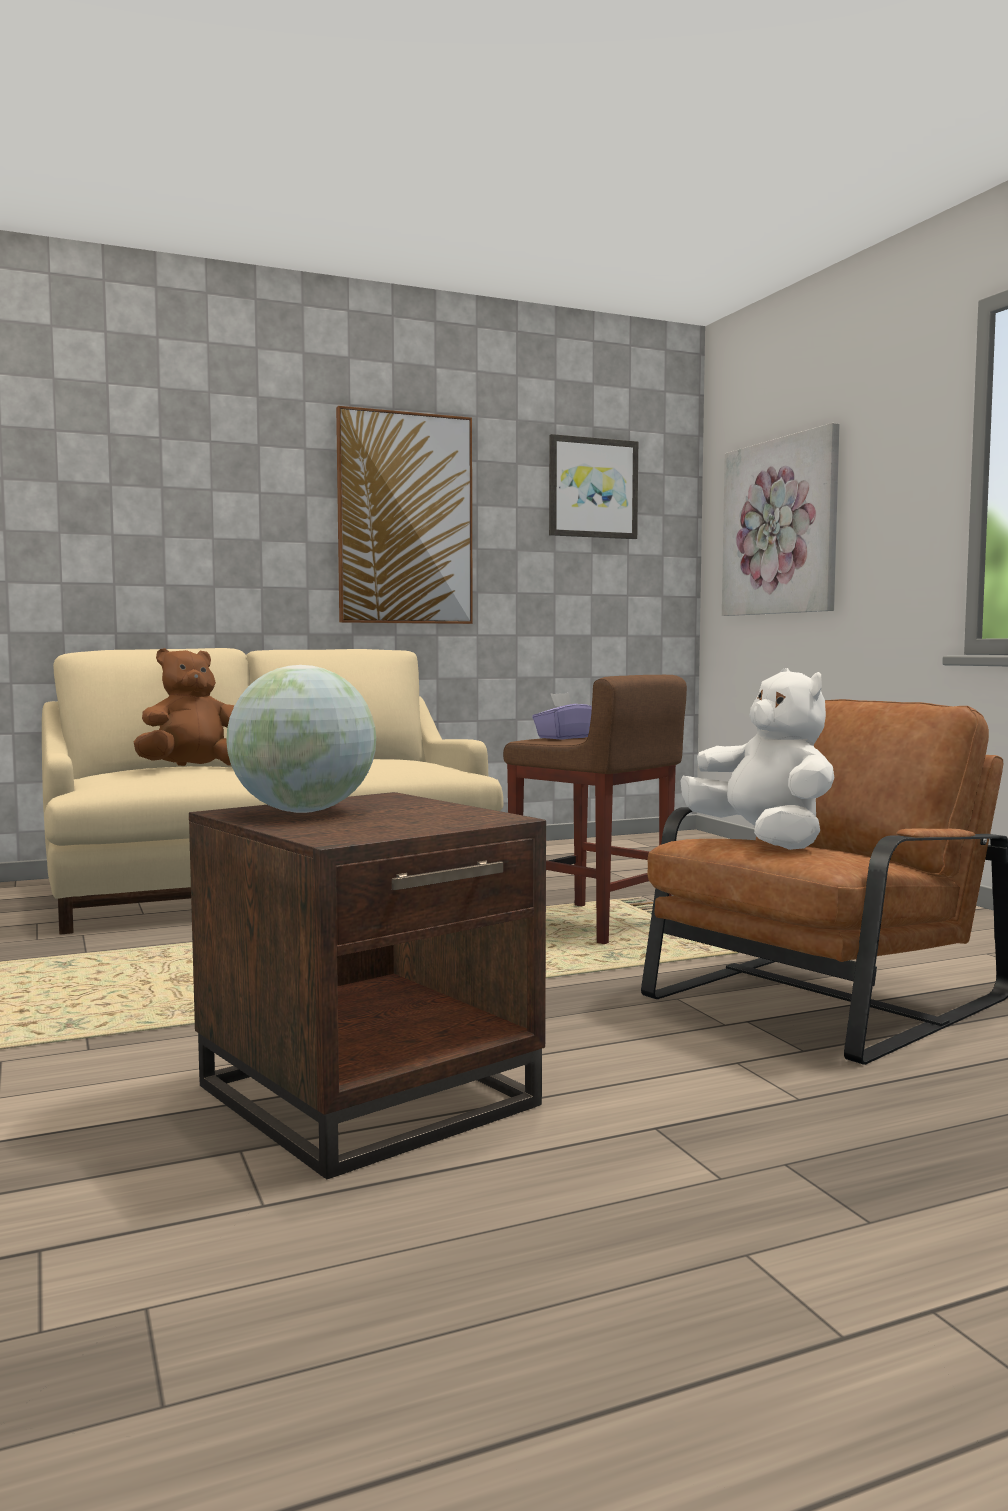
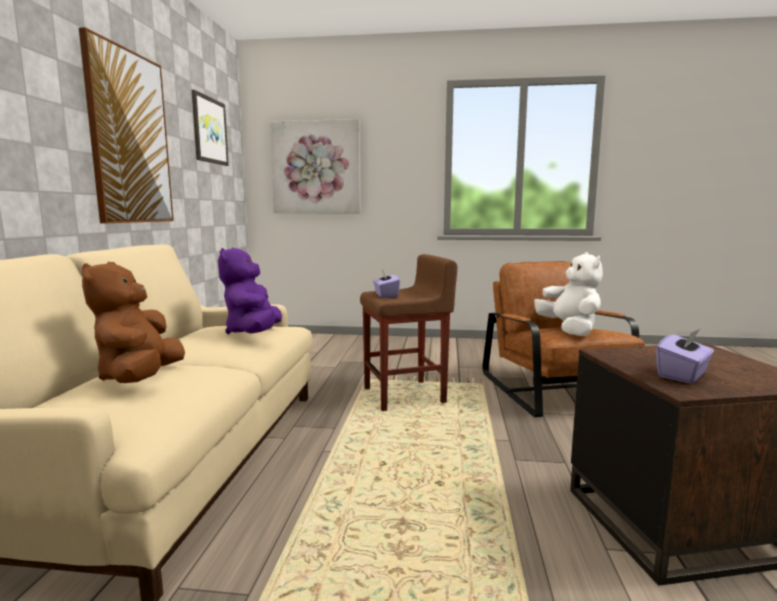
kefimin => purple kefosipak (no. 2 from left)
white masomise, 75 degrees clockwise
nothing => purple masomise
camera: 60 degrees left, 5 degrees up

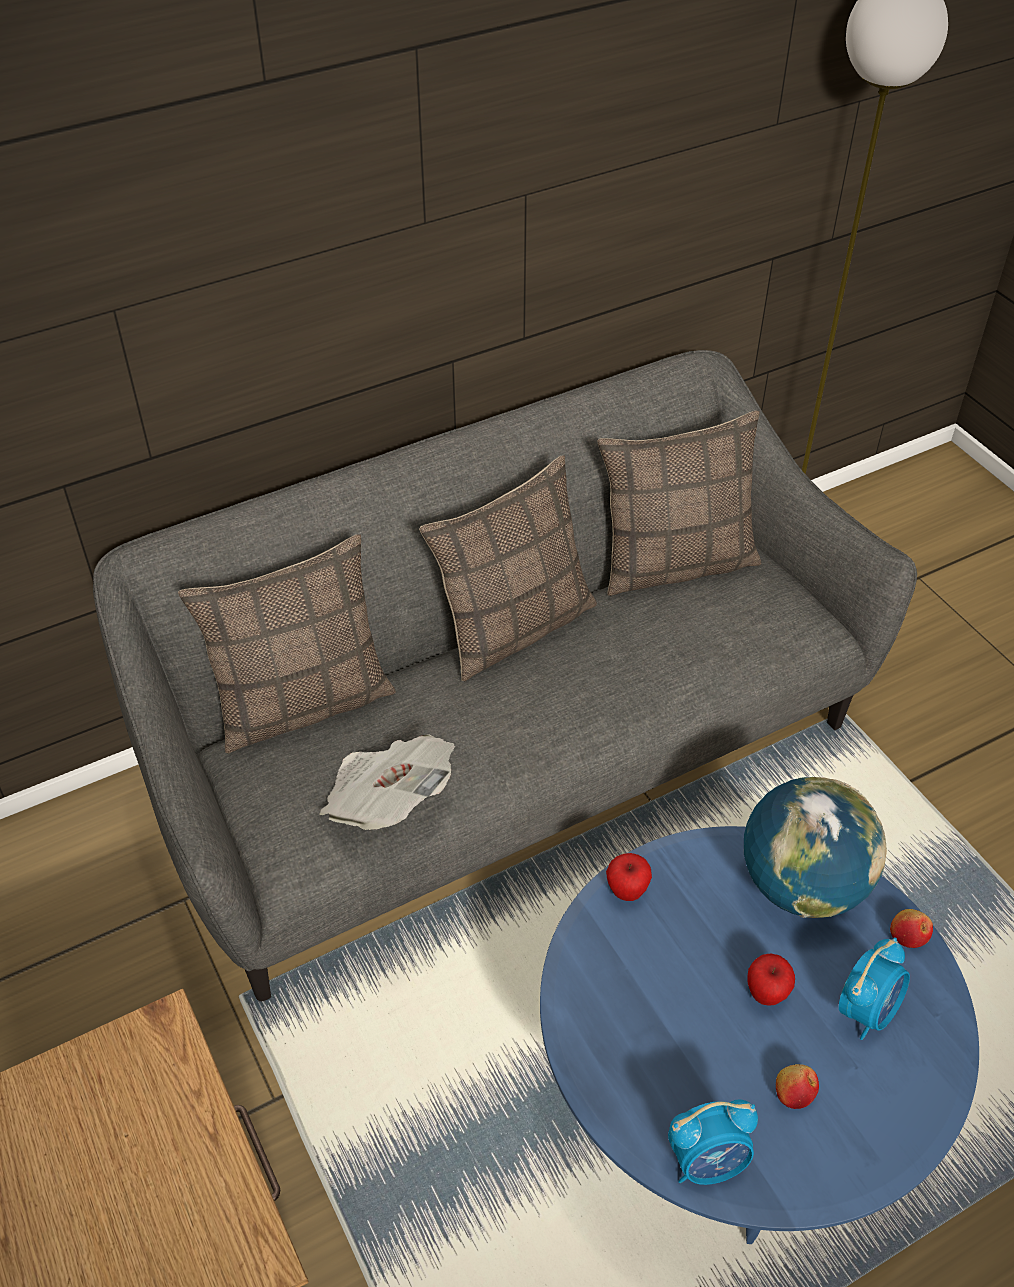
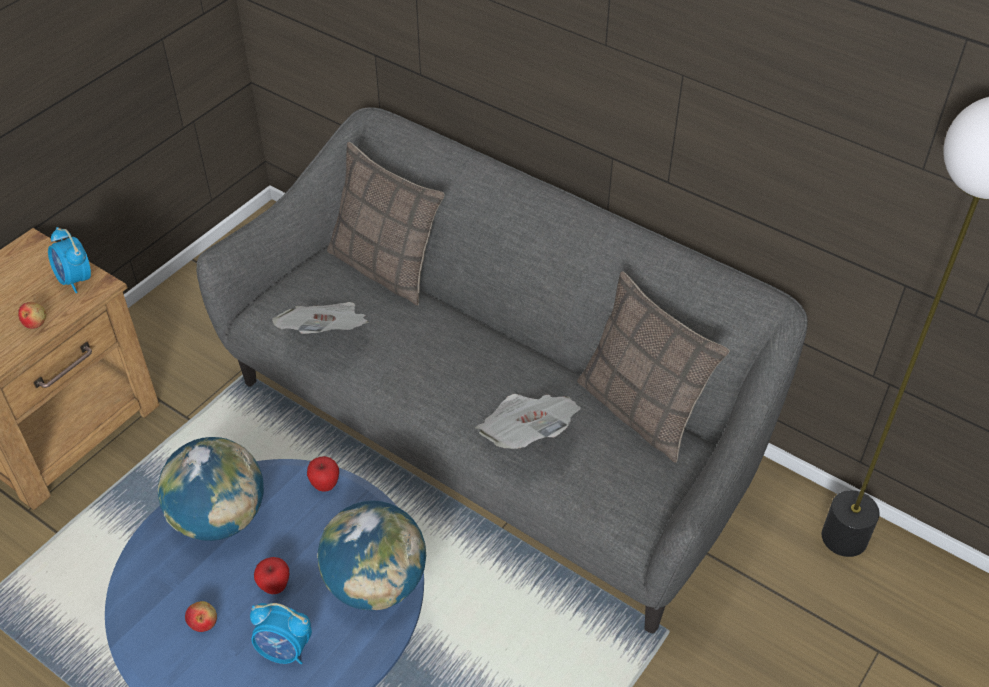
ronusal (no. 2 from left) => nothing
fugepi (no. 1 from left), relocated
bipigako (no. 4 from left in the first image) => bipigako (no. 1 from left), relocated
nothing => kefimin (no. 1 from left)
nothing => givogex (no. 2 from left)
camera: 65 degrees right, 0 degrees up

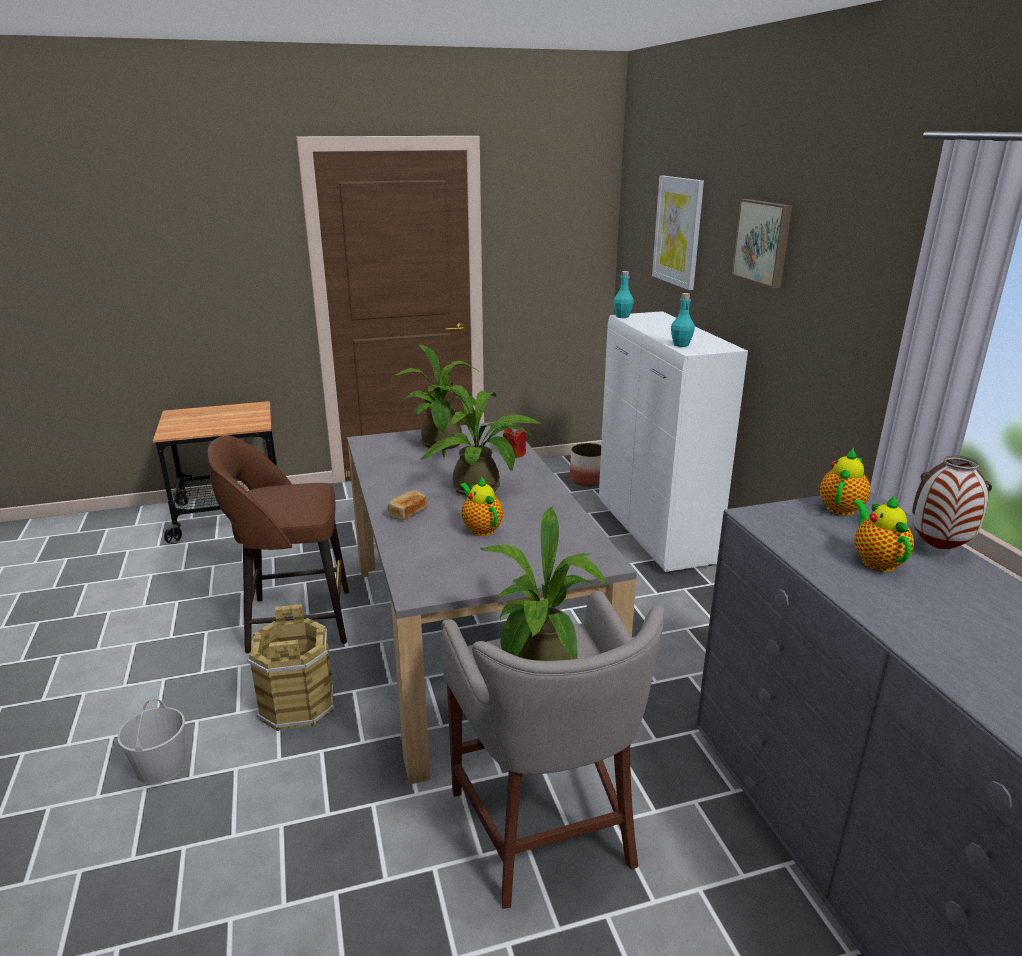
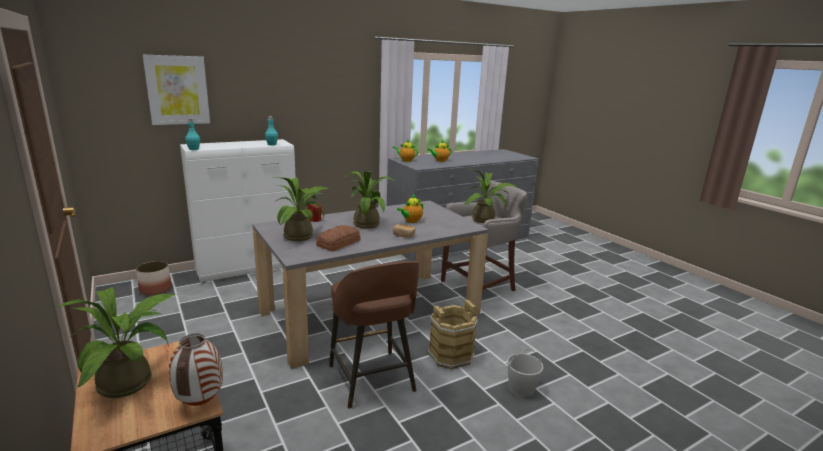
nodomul (no. 2 from left) => nothing
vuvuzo, relocated
nothing => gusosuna (no. 1 from left)
nothing => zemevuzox (no. 1 from left)
camera: 105 degrees left, 5 degrees down

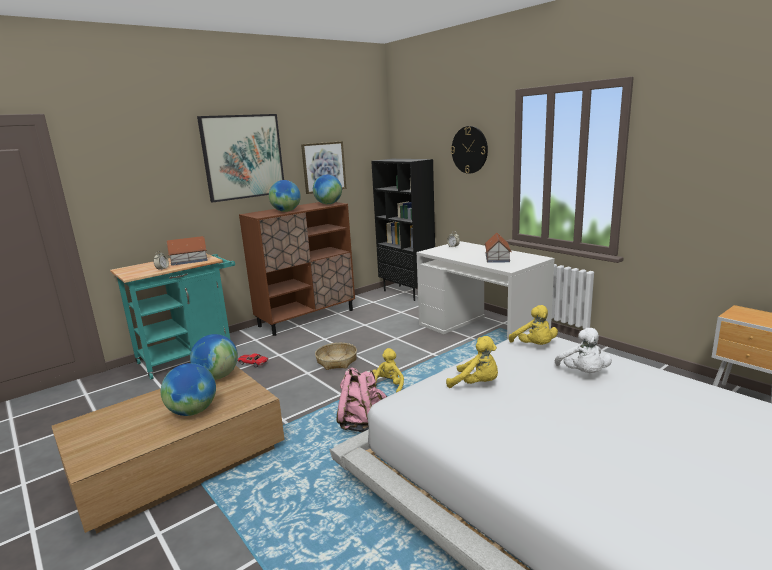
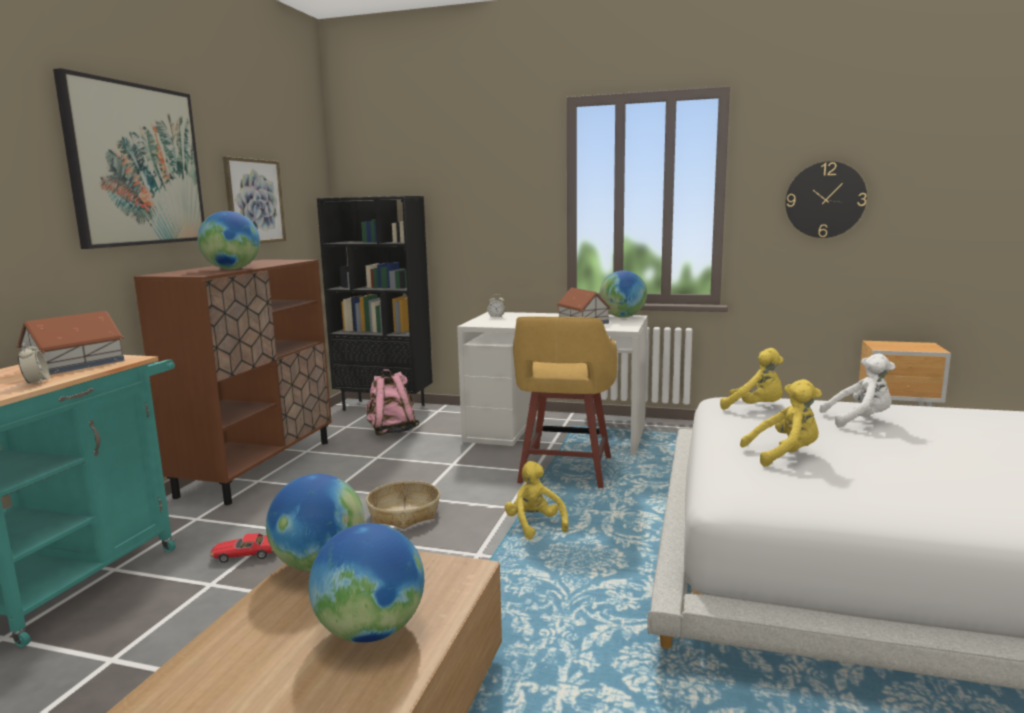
kefimin (no. 4 from left), relocated
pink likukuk, relocated
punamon, relocated
white masomise, 45 degrees counterclockwise
nothing => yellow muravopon
camera: 35 degrees left, 5 degrees down

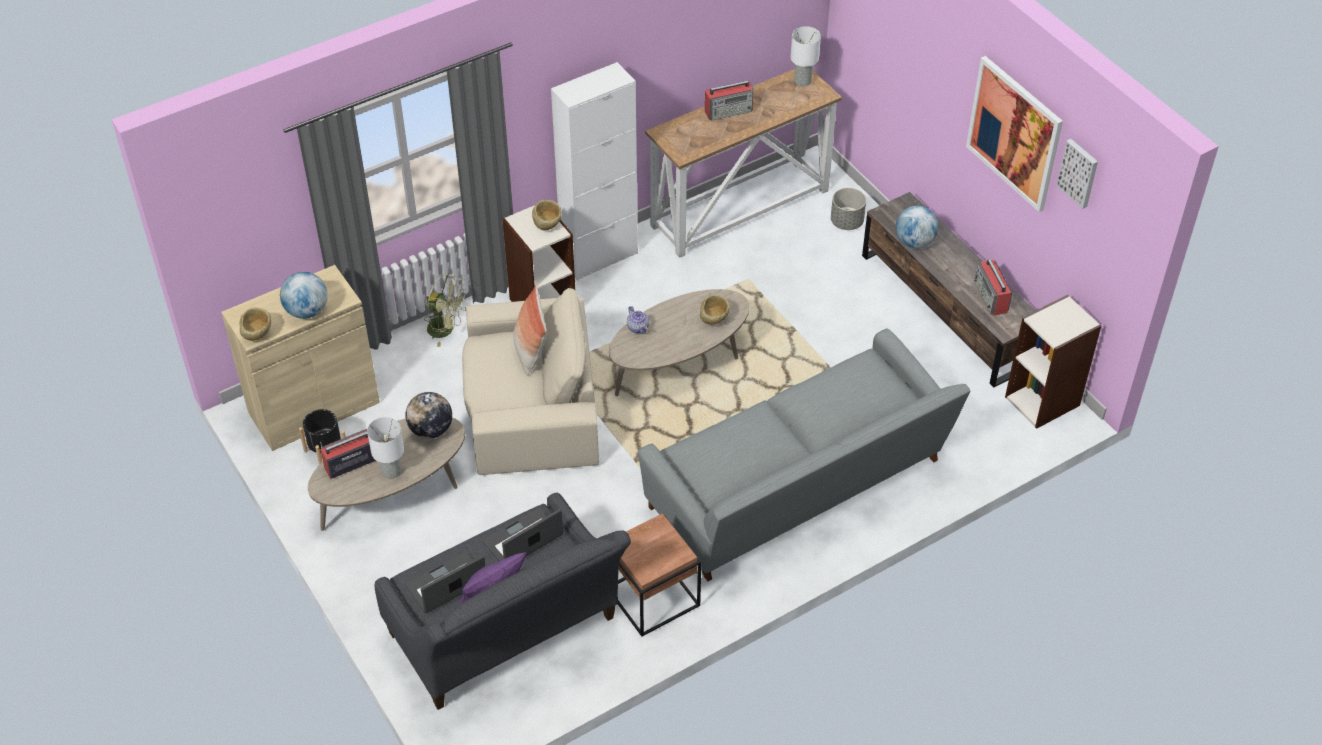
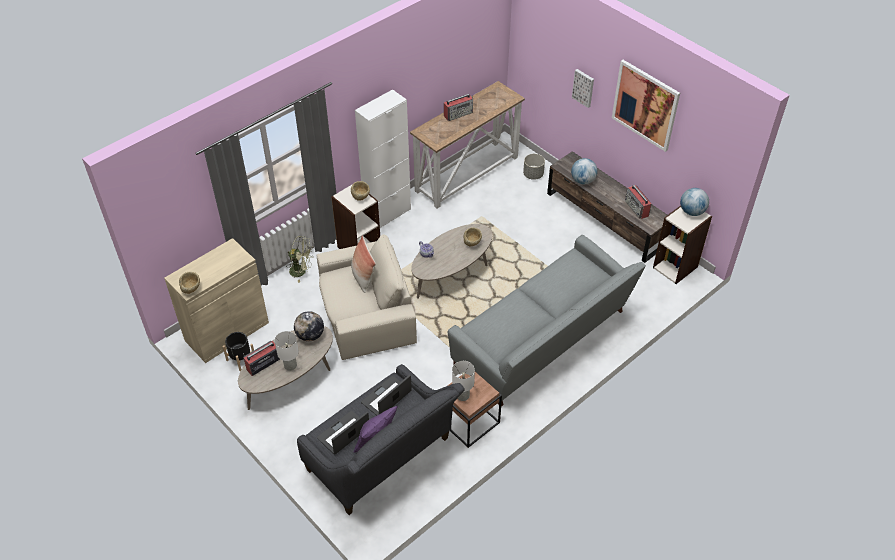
kefimin (no. 1 from left in the first image) => kefimin (no. 3 from left), relocated
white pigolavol (no. 2 from left), relocated
nodomul (no. 2 from left in the first image) => nodomul (no. 1 from left), relocated
camera: 10 degrees left, 0 degrees up

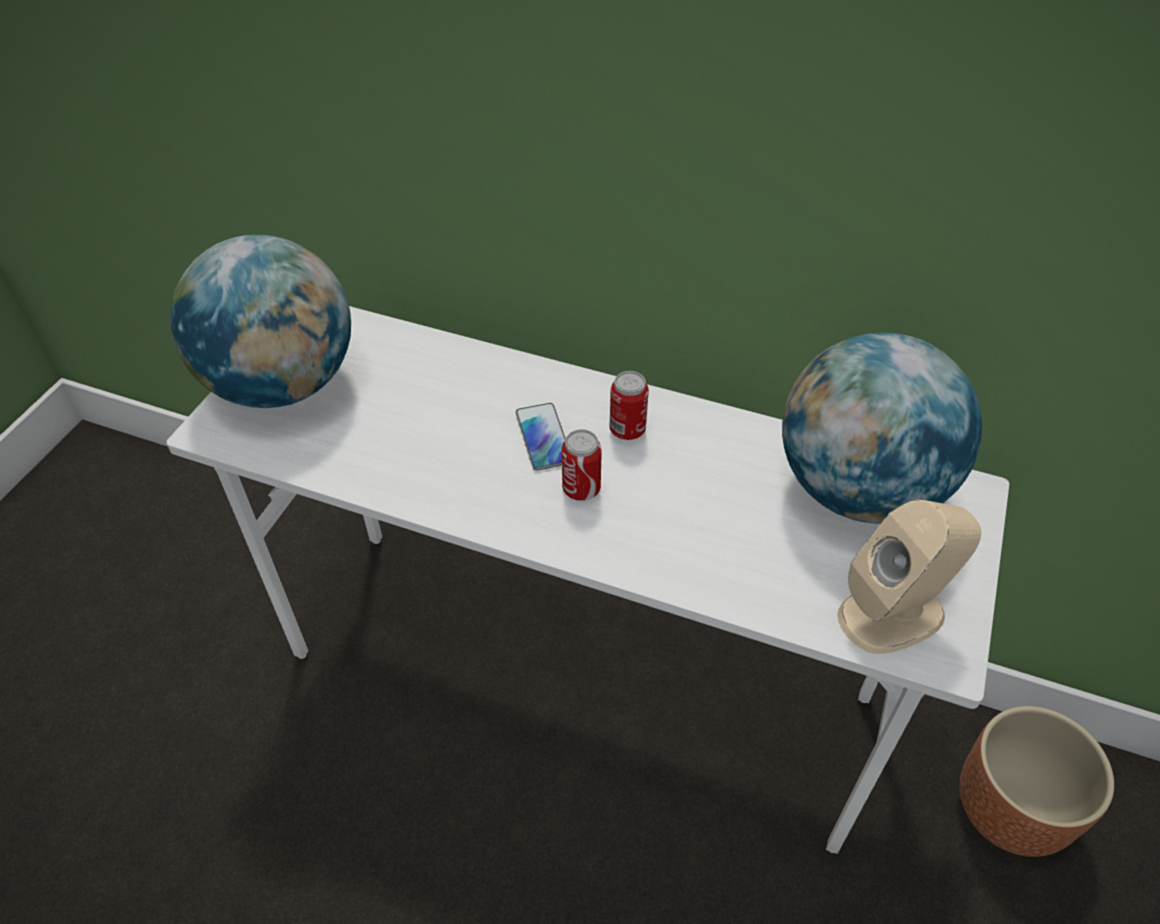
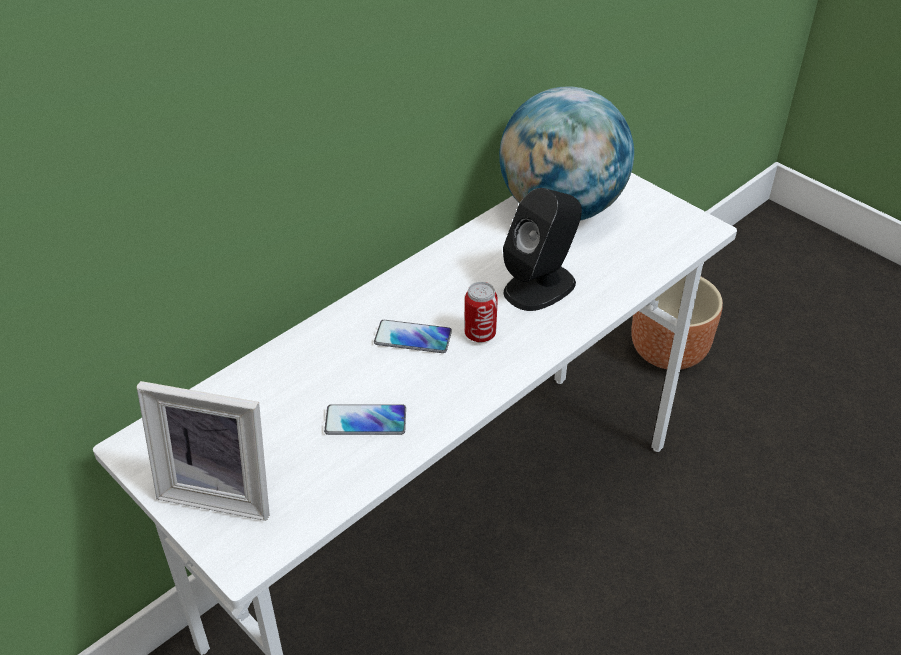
kefimin (no. 1 from left) => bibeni
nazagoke (no. 2 from left) => nothing
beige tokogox => nothing
nothing => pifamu (no. 1 from left)
nothing => black tokogox
camera: 65 degrees left, 5 degrees down

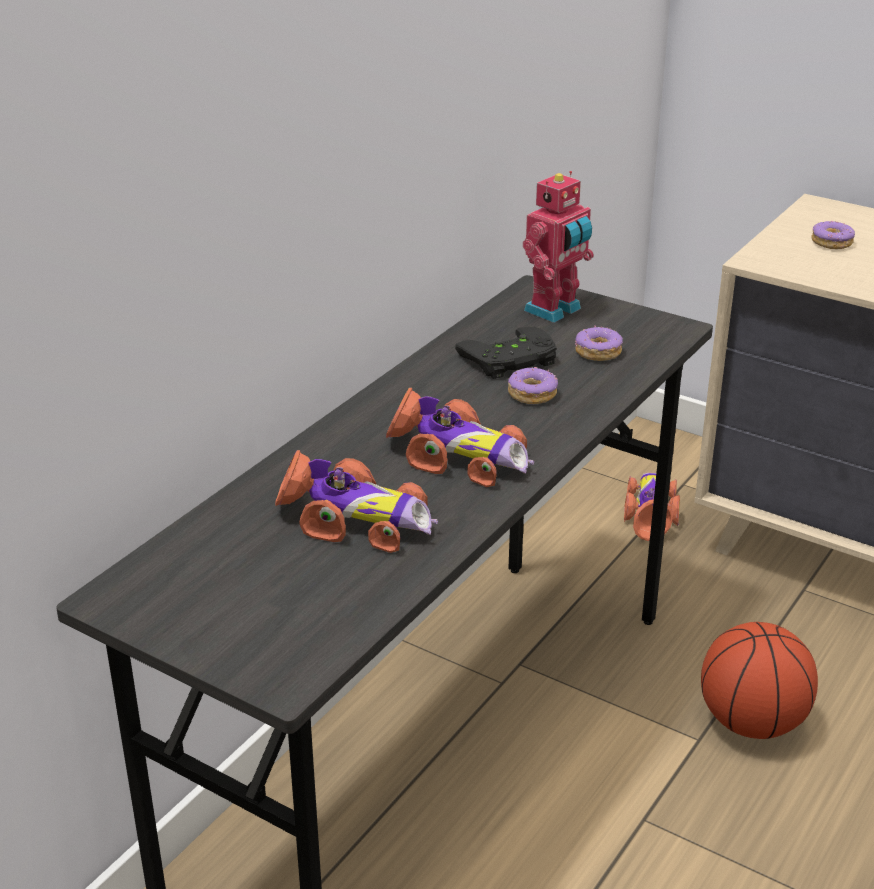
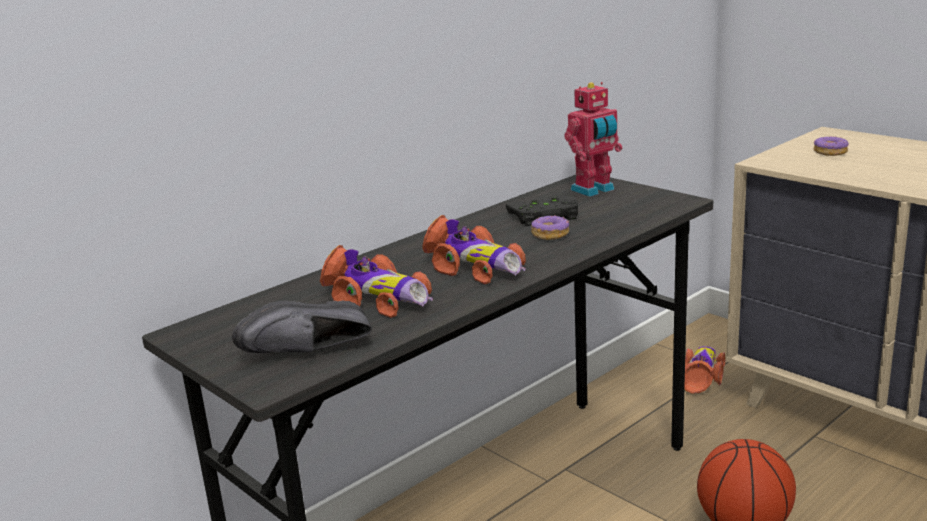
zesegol (no. 2 from left) => nothing
nothing => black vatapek
camera: 15 degrees right, 10 degrees down

